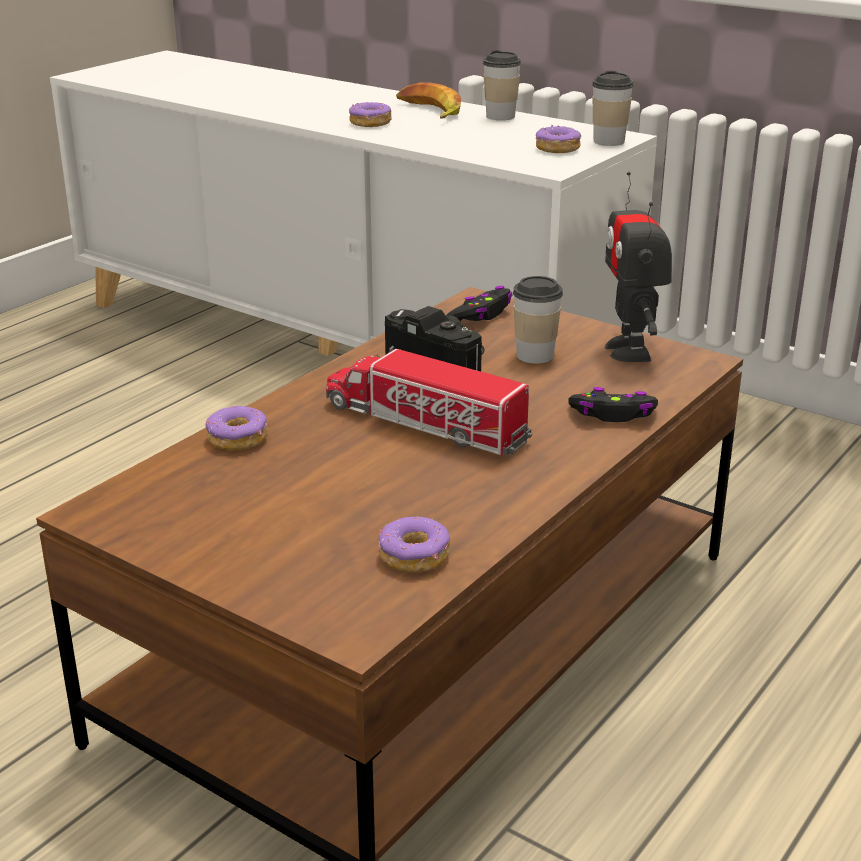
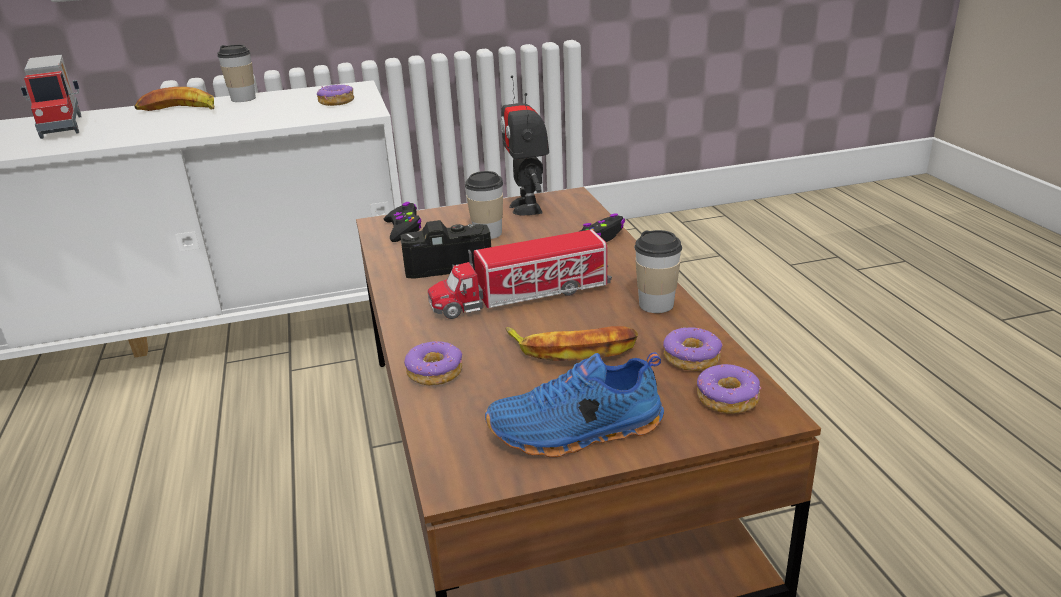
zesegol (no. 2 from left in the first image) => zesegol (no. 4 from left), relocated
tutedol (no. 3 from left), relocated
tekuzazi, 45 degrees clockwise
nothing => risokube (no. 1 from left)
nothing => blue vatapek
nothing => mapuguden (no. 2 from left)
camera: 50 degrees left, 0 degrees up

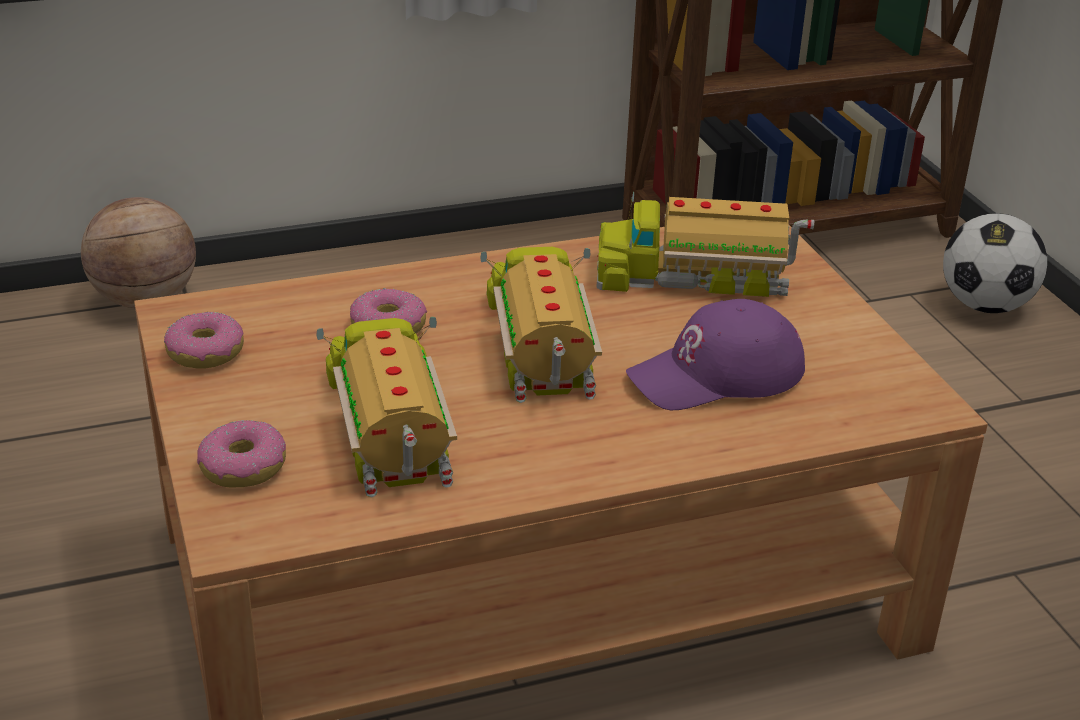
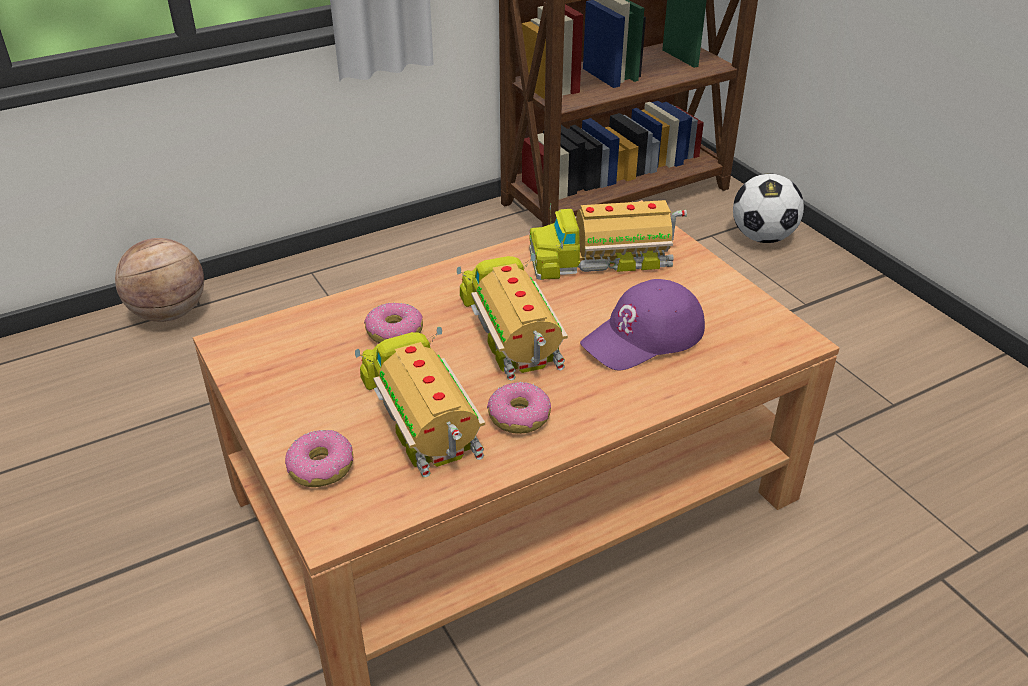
zesegol (no. 1 from left in the first image) => zesegol (no. 3 from left), relocated
camera: 10 degrees left, 5 degrees up

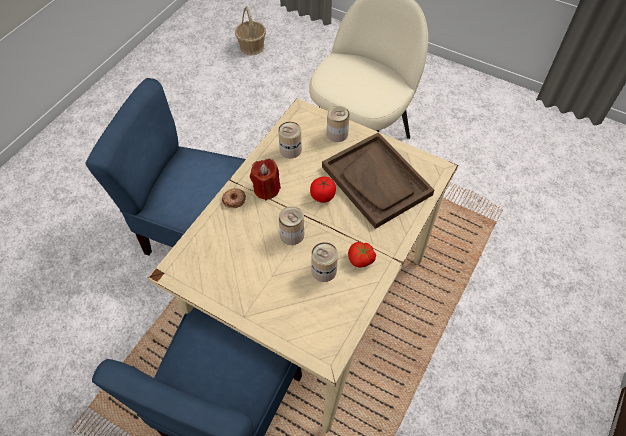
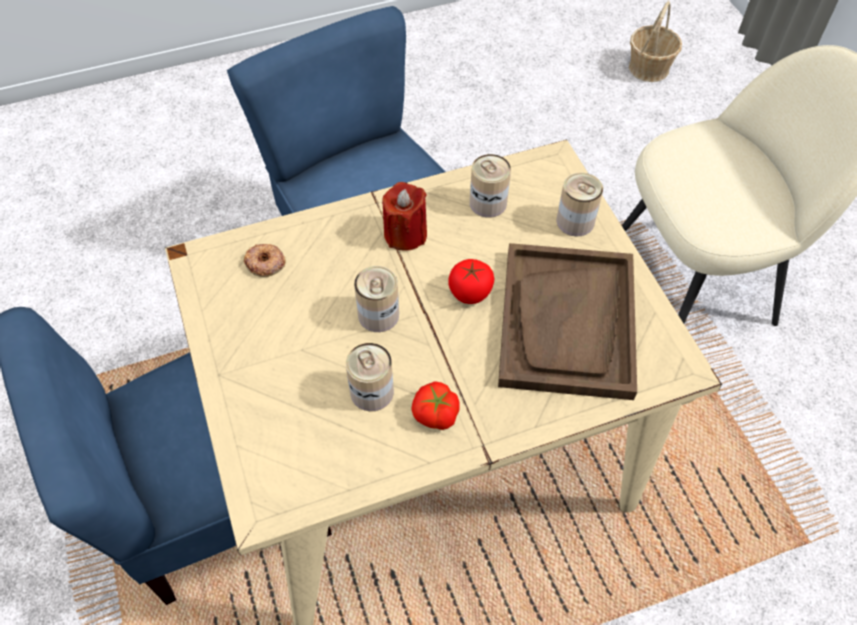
zesegol, relocated
camera: 40 degrees right, 0 degrees up

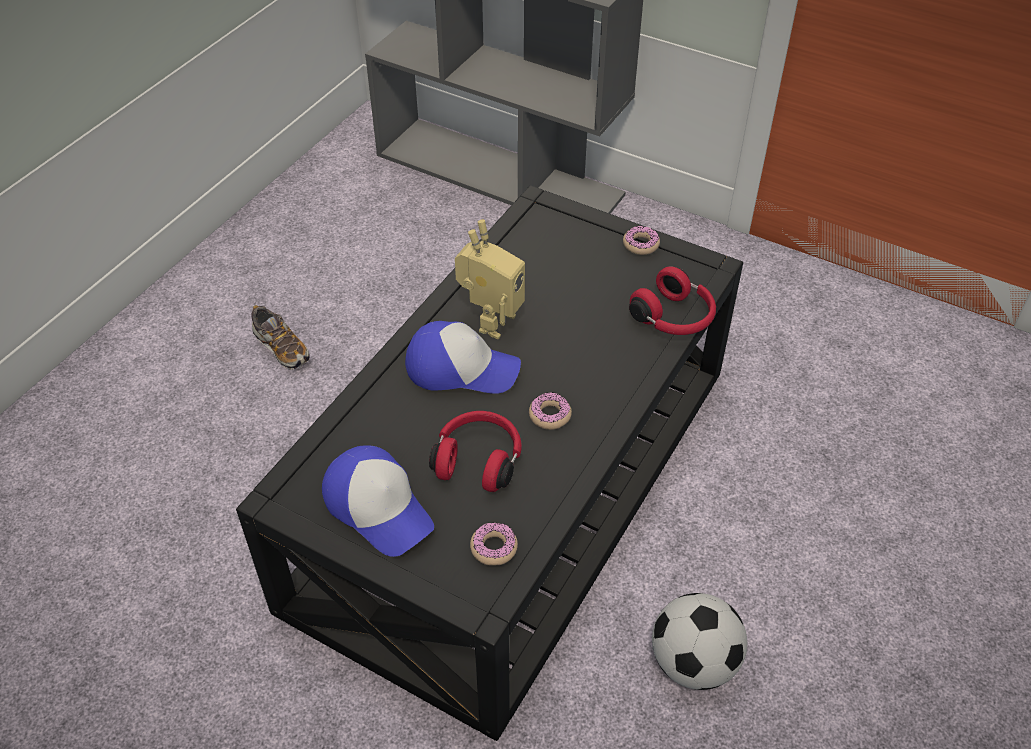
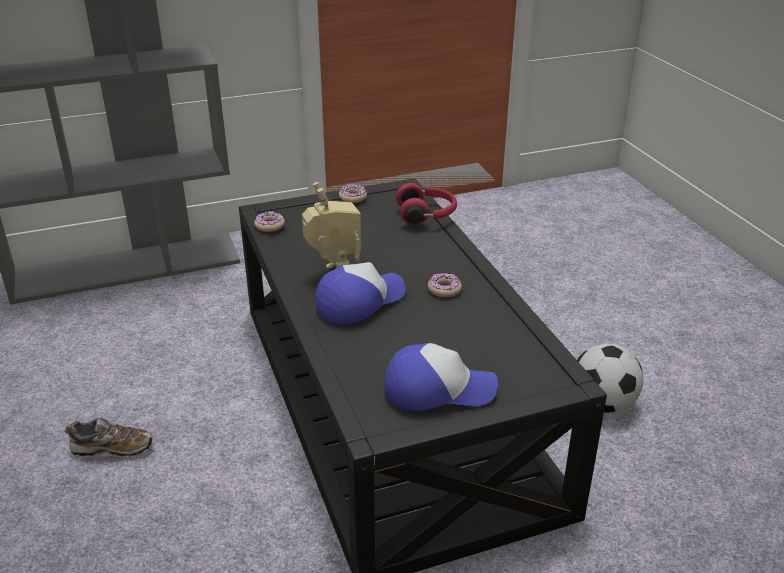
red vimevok (no. 1 from left) => nothing
zesegol (no. 1 from left), relocated
camera: 50 degrees left, 15 degrees down

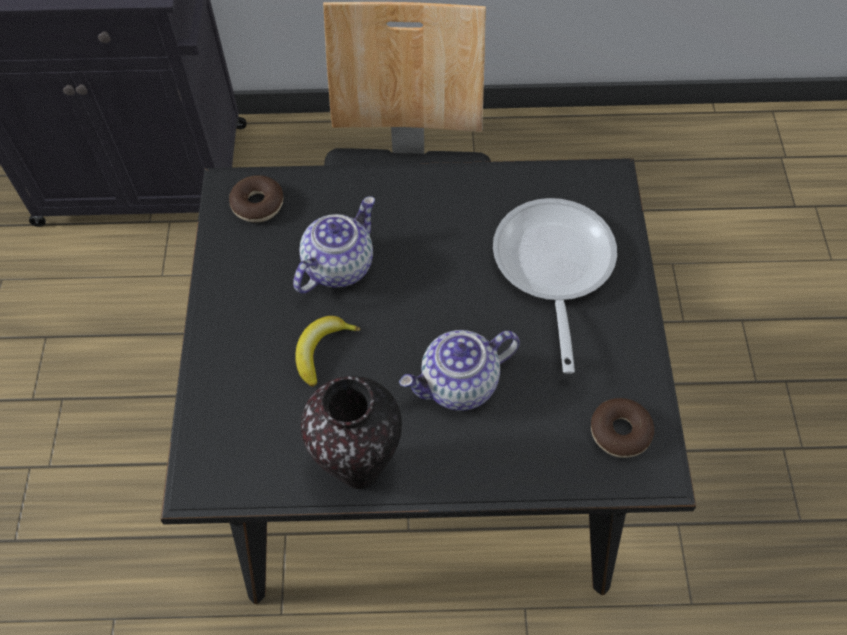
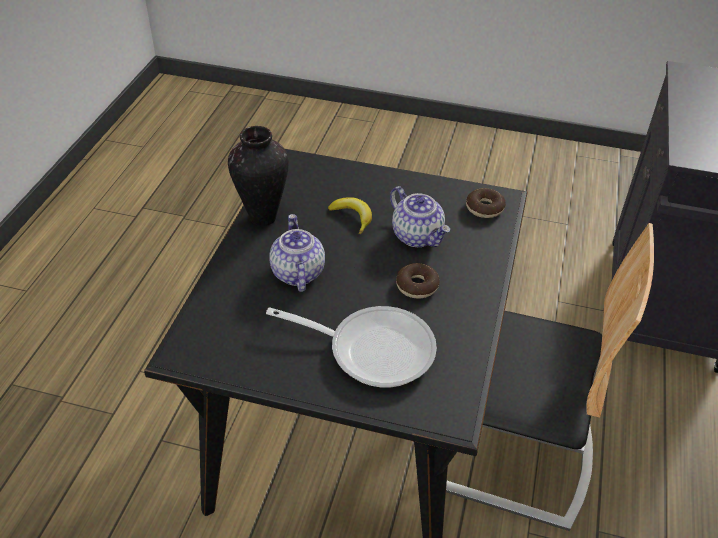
zesegol (no. 2 from left in the first image) => zesegol (no. 1 from left), relocated
camera: 105 degrees right, 15 degrees down

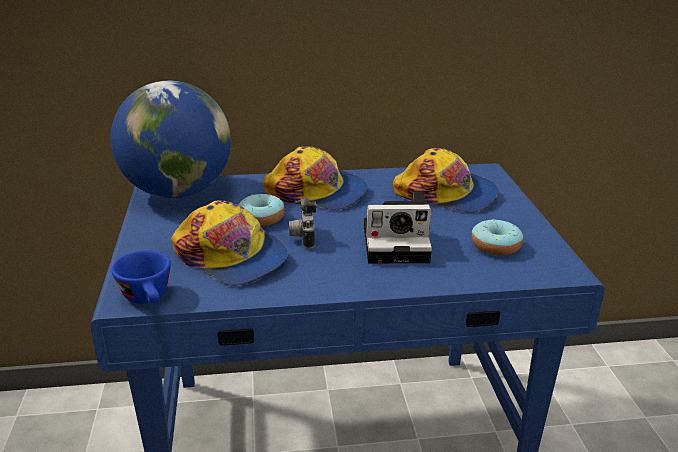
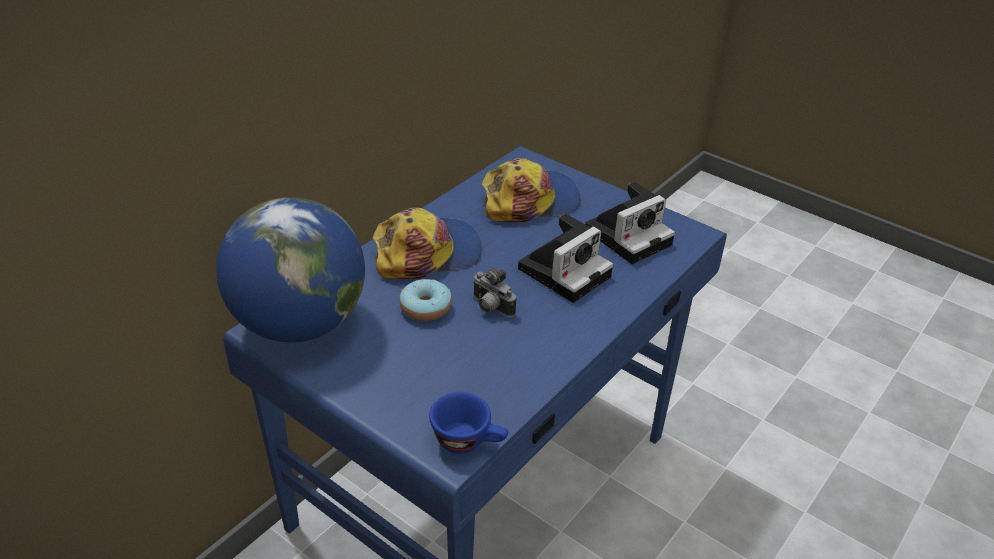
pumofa (no. 1 from left) => nothing
zesegol (no. 2 from left) => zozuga (no. 3 from left)
camera: 45 degrees left, 10 degrees up

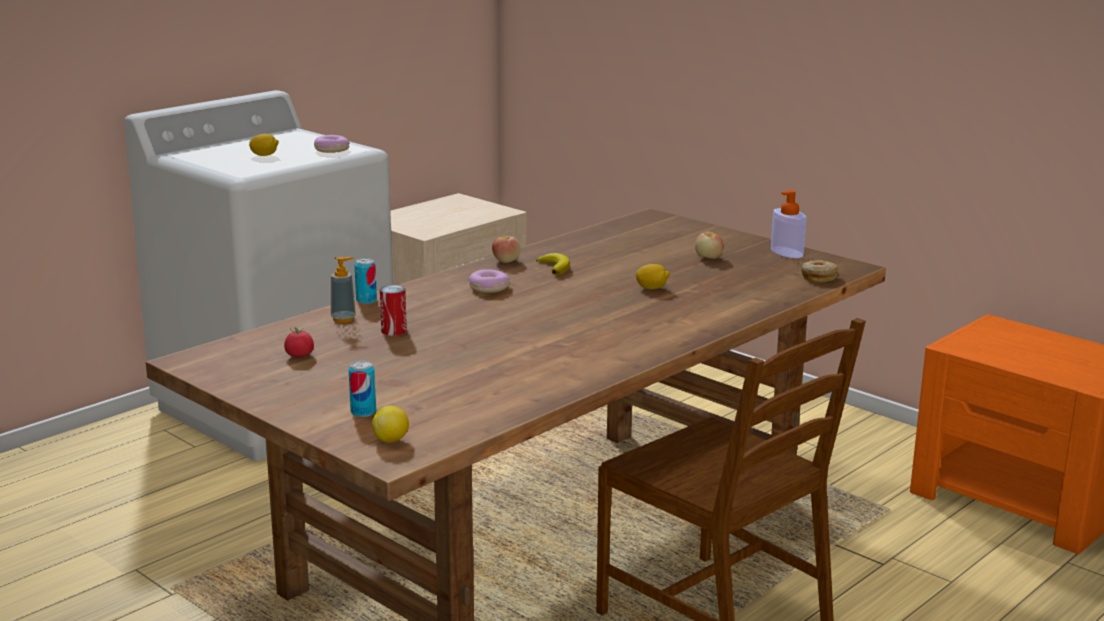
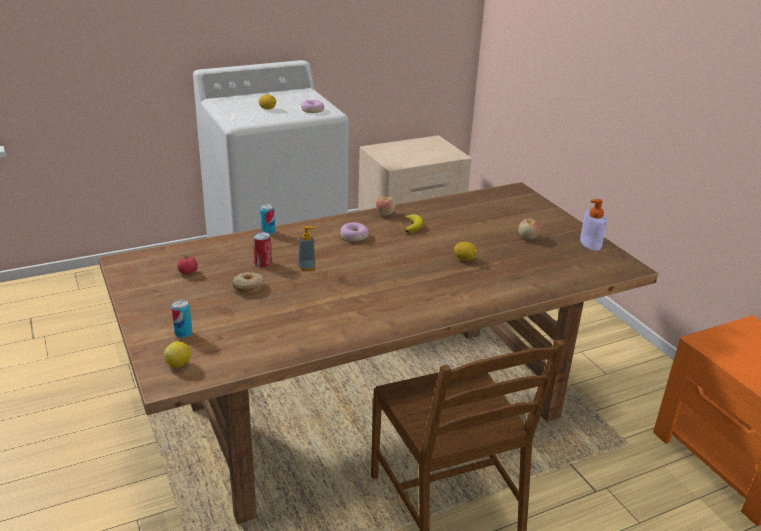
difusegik (no. 1 from left), relocated
zesegol (no. 3 from left in the first image) => zesegol (no. 1 from left), relocated
camera: 20 degrees right, 10 degrees up

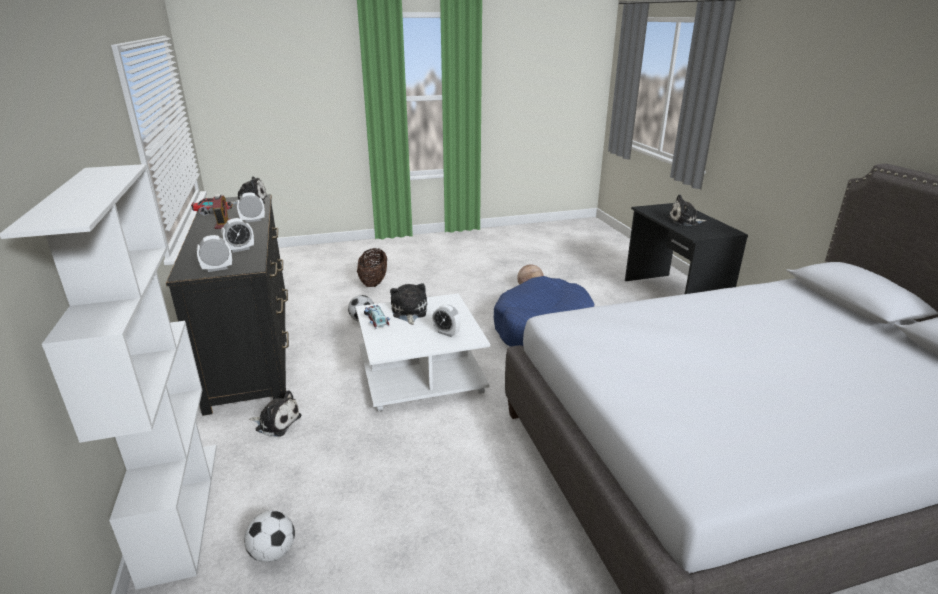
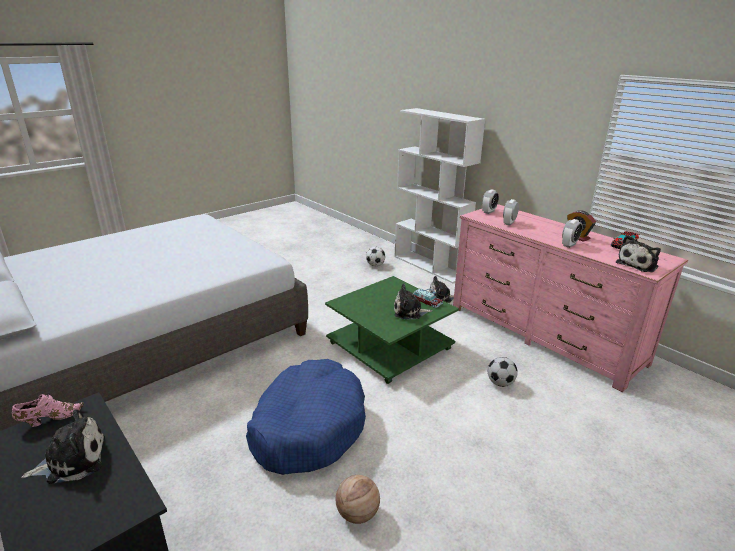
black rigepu => pink rigepu
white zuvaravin => green zuvaravin
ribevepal => nothing
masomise (no. 3 from left in the first image) => masomise (no. 2 from left), 120 degrees clockwise
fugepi (no. 5 from left) => nothing
nothing => pink vatapek
camera: 155 degrees right, 0 degrees up

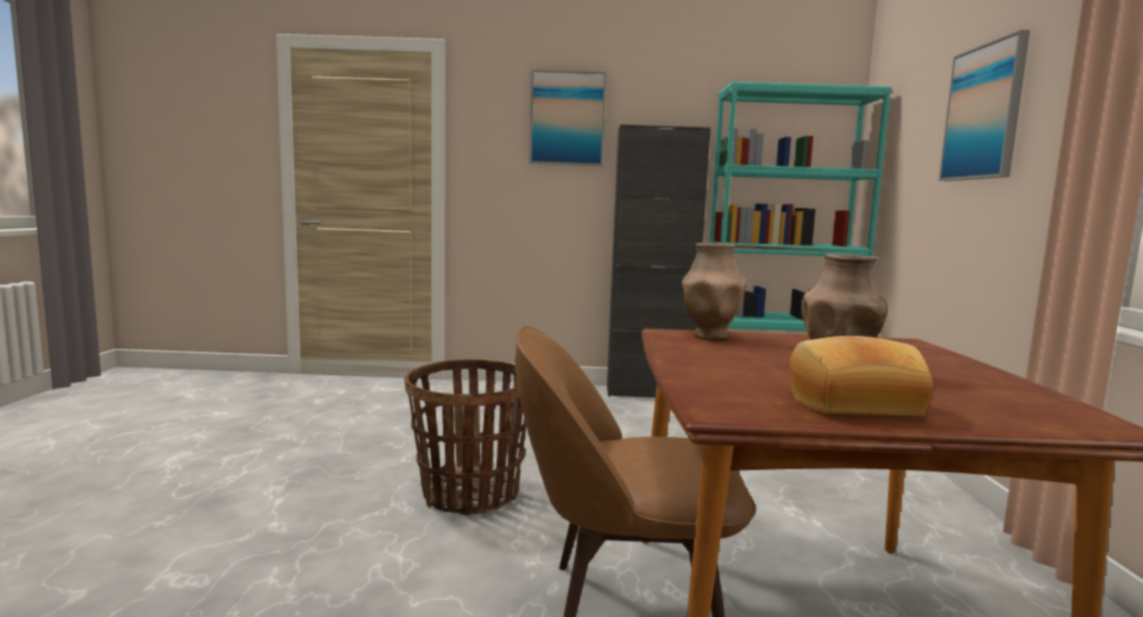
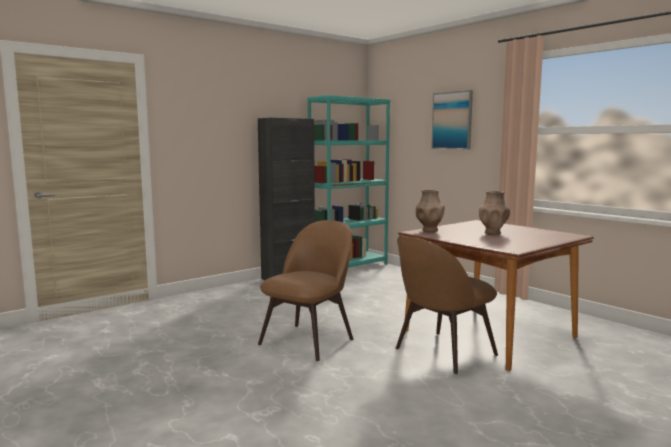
ribevepal => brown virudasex (no. 1 from left)
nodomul (no. 1 from left) => nothing
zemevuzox => nothing
camera: 40 degrees left, 0 degrees up

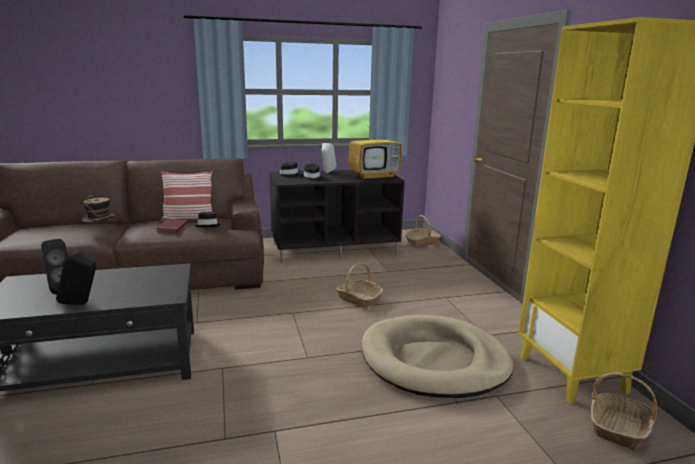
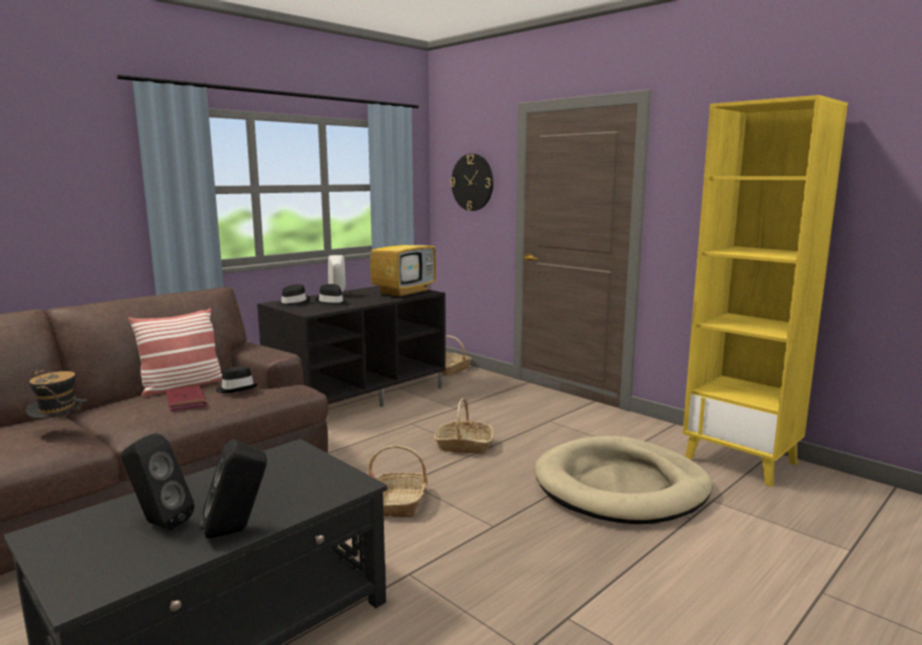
ribevepal (no. 3 from left in the first image) => ribevepal (no. 1 from left), relocated
nothing => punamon
camera: 30 degrees left, 5 degrees down

